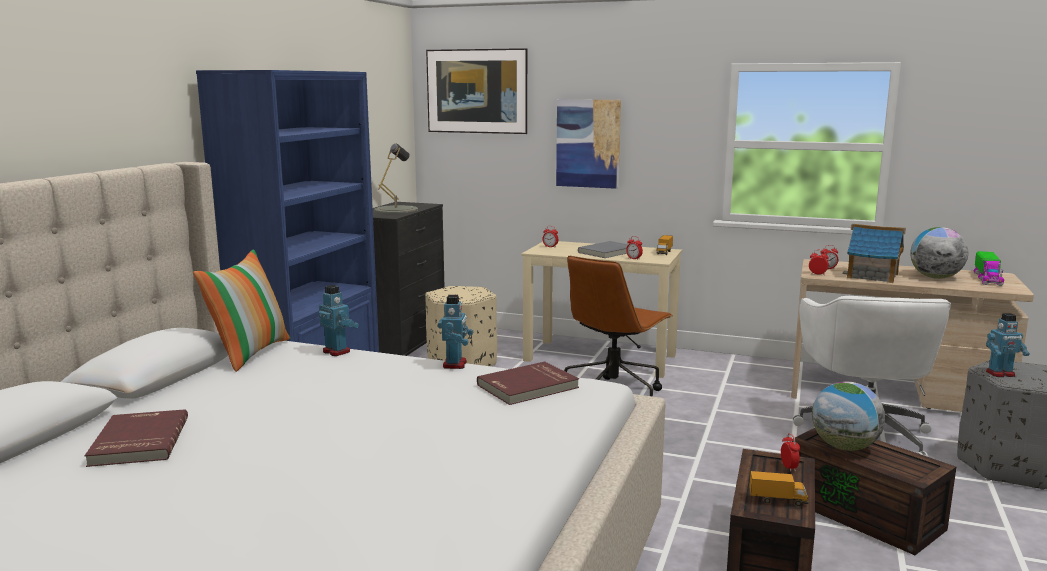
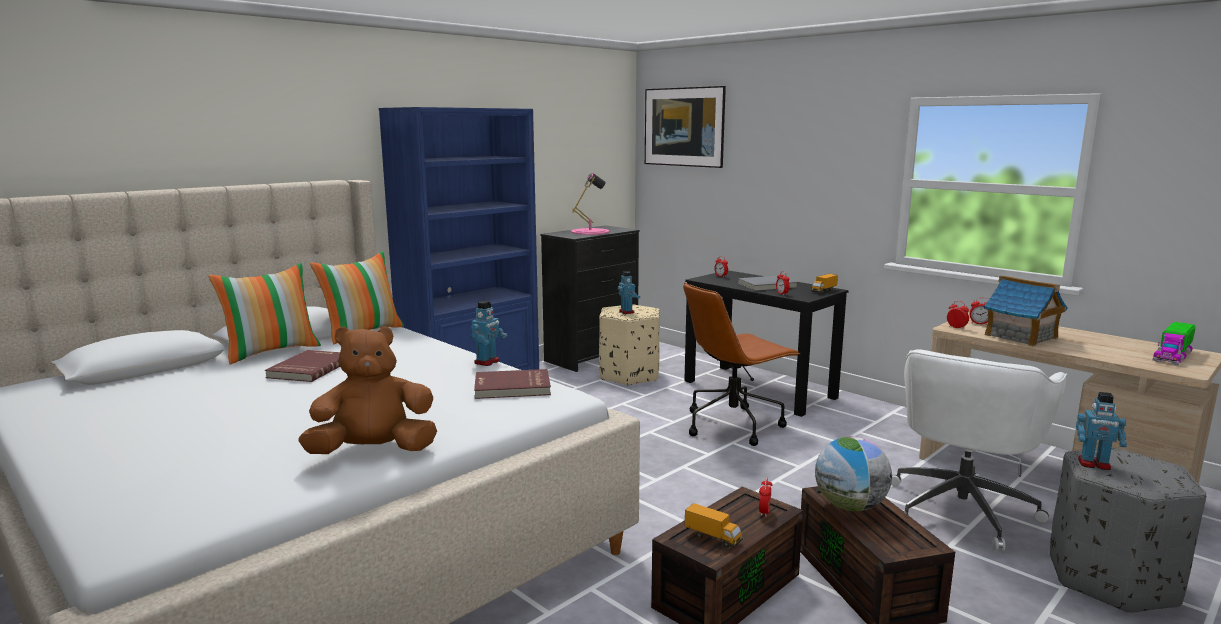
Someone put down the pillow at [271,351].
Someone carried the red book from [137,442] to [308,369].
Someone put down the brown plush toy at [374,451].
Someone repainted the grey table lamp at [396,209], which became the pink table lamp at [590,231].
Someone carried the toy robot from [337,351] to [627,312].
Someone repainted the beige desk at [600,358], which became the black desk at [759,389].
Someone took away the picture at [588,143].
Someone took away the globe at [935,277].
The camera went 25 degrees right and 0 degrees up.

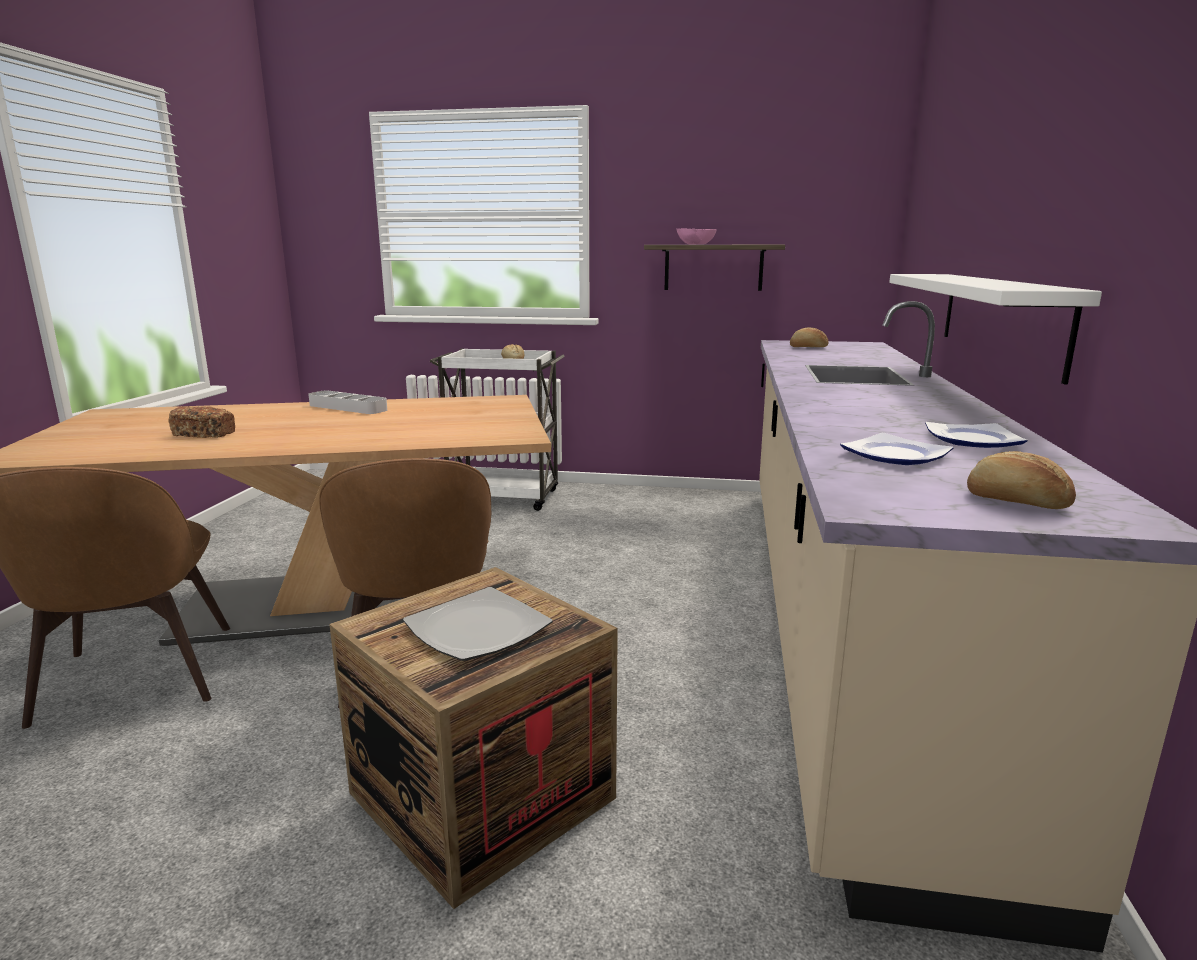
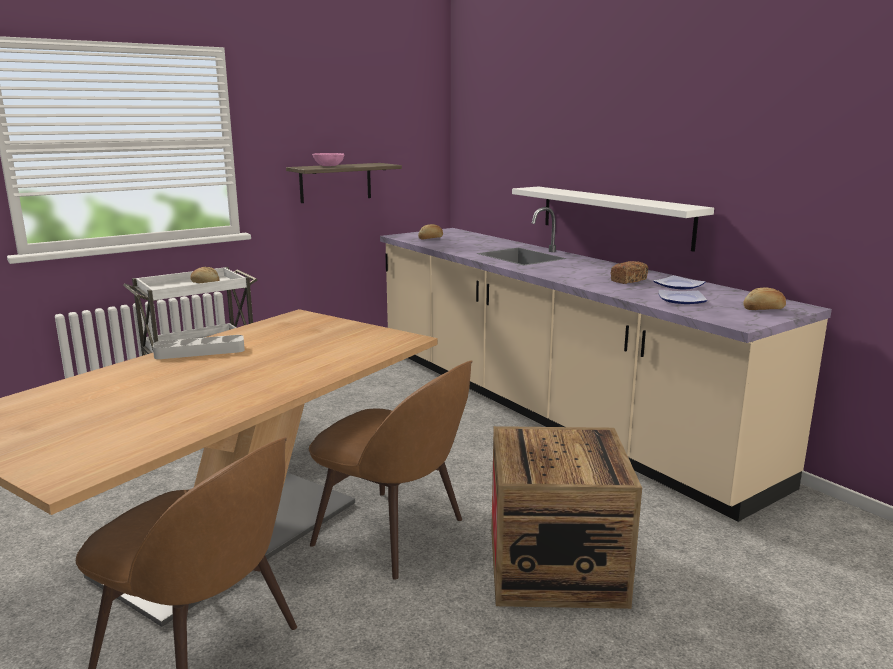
Someone carried the bread from [204,434] to [628,280].
Someone took away the plate at [479,629].
The camera went 45 degrees left and 0 degrees up.

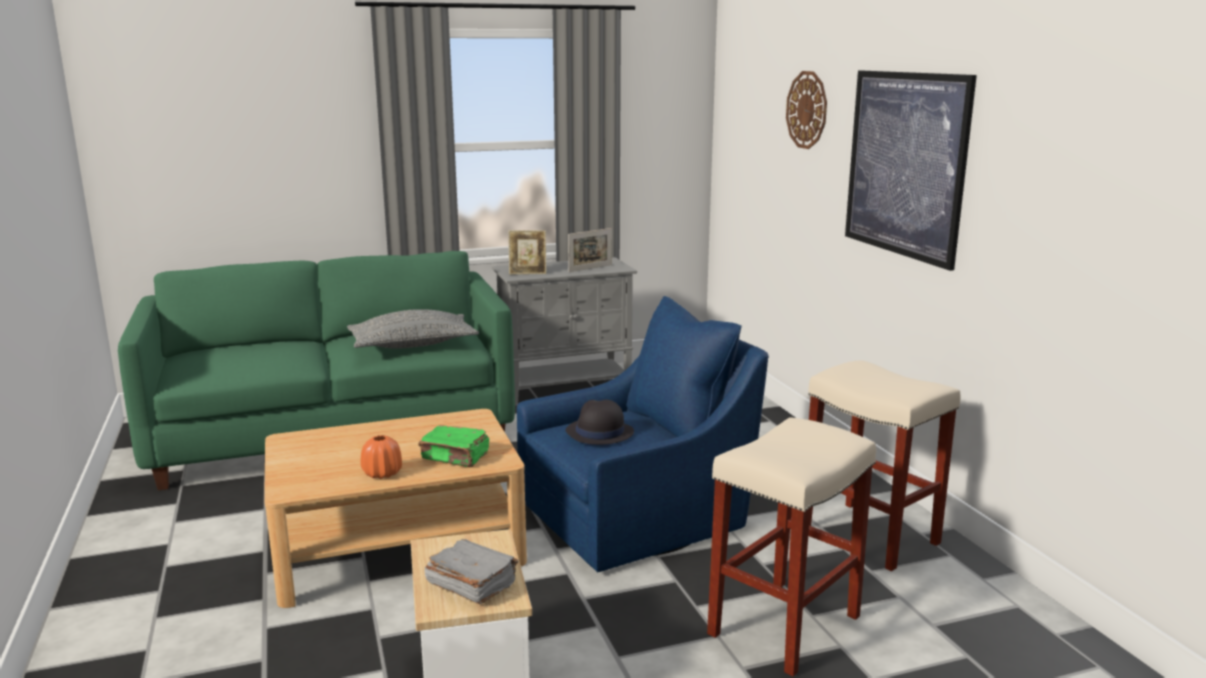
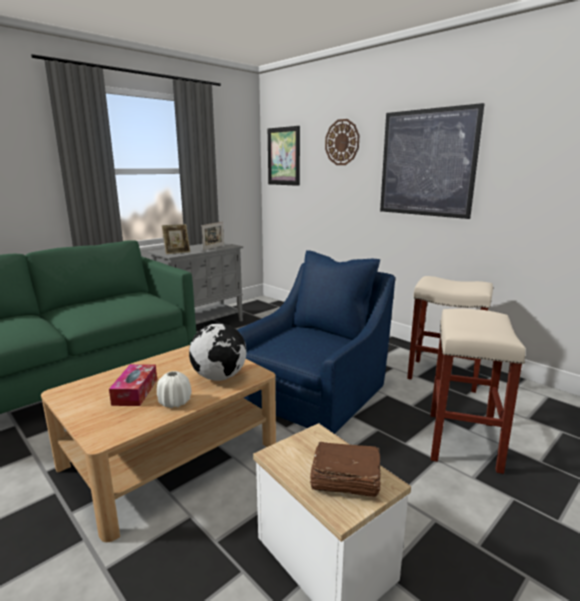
Someone put down the tissue box at [135,392].
Someone repainted the orange vase at [382,473], which became the white vase at [175,402].
Someone swapped the green book at [455,457] for the globe at [219,377].
Someone put up the picture at [283,156].
Someone repainted the grey book at [471,584], which became the brown book at [344,479].
Someone took away the grey pillow at [413,345].
Someone took away the black hat at [599,433].
The camera went 25 degrees left and 0 degrees up.

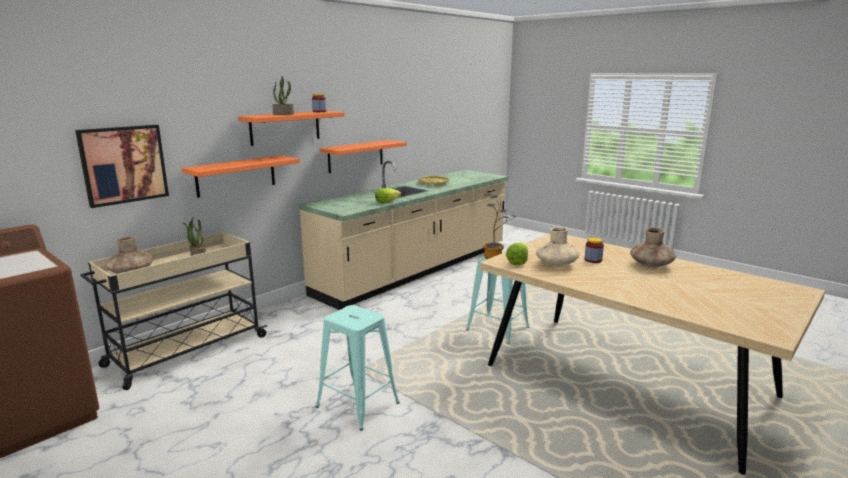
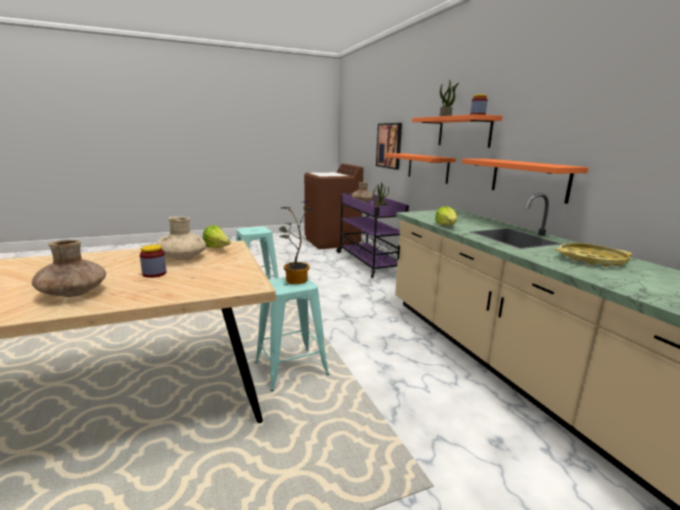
Someone repainted the beige cart at [185,351], which became the purple cart at [368,262].
The camera went 115 degrees right and 0 degrees up.

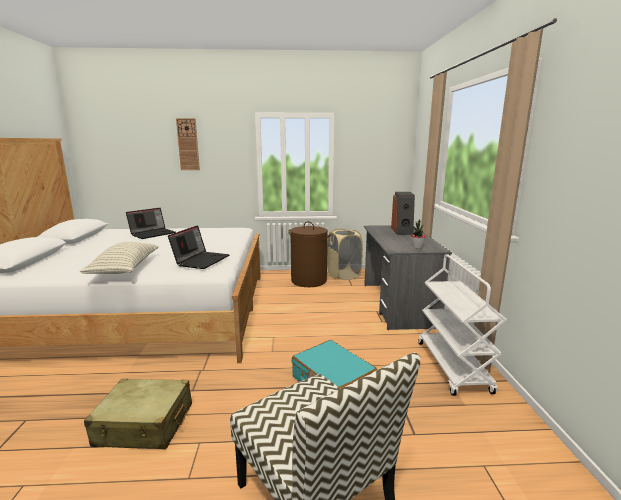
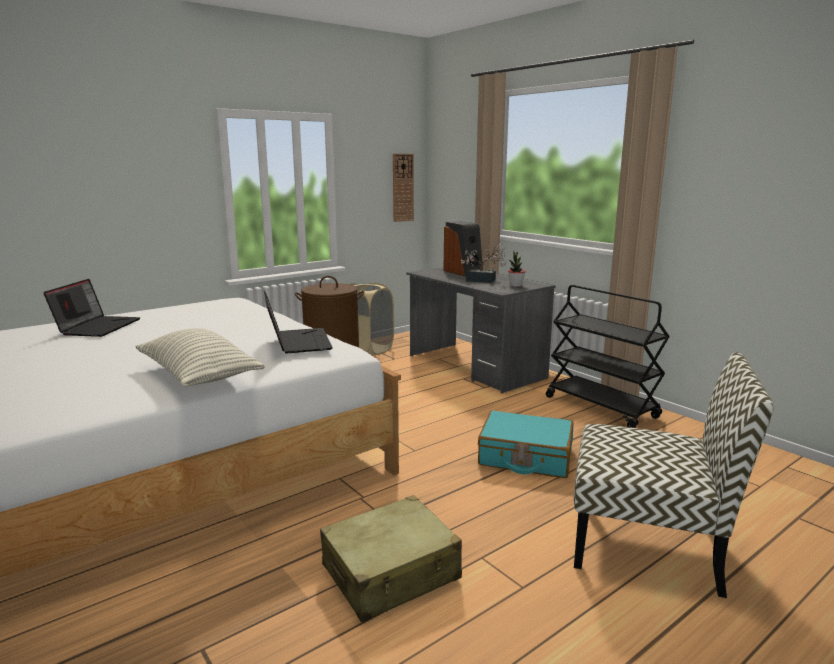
Someone carried the wall clock from [188,144] to [402,187].
Someone put down the potted plant at [484,280].
Someone repainted the white cart at [453,367], which became the black cart at [601,407].
The camera went 35 degrees left and 0 degrees up.

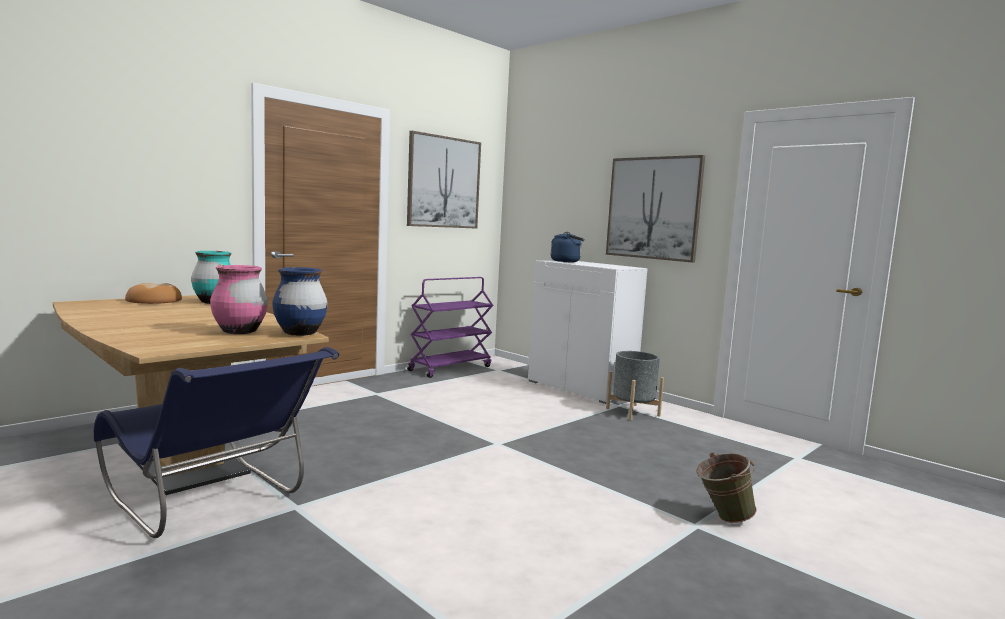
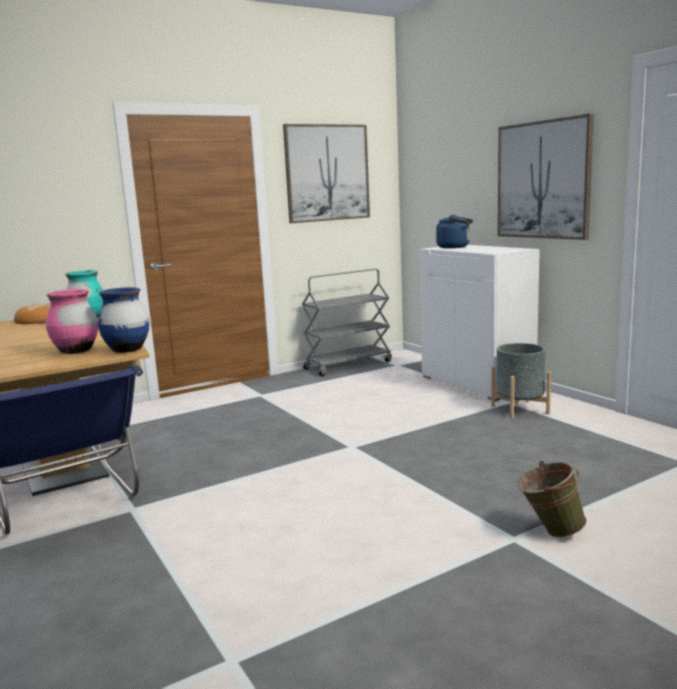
Someone repainted the purple cart at [450,368], which became the grey cart at [348,365].
The camera went 15 degrees right and 5 degrees up.

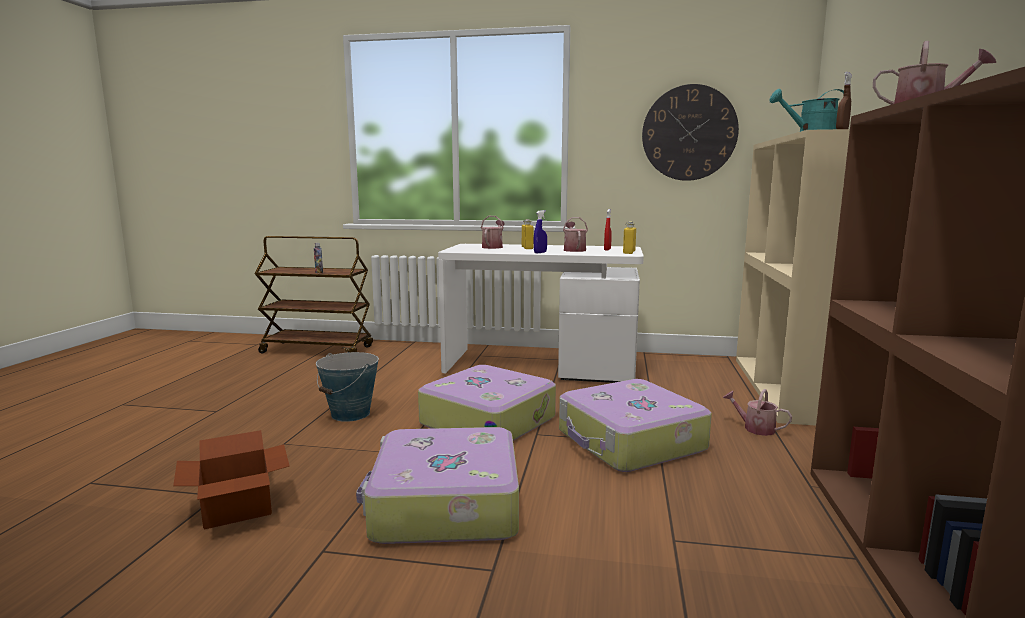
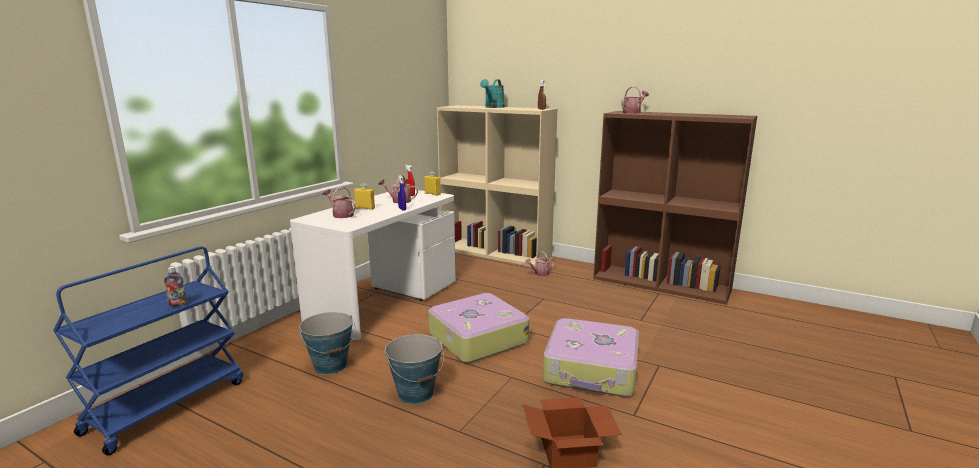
Someone repainted the brown cart at [318,350], which became the blue cart at [167,406].
Someone put down the bucket at [331,366].
Someone took away the suitcase at [630,441].
Someone took away the wall clock at [689,133].
The camera went 70 degrees left and 5 degrees up.

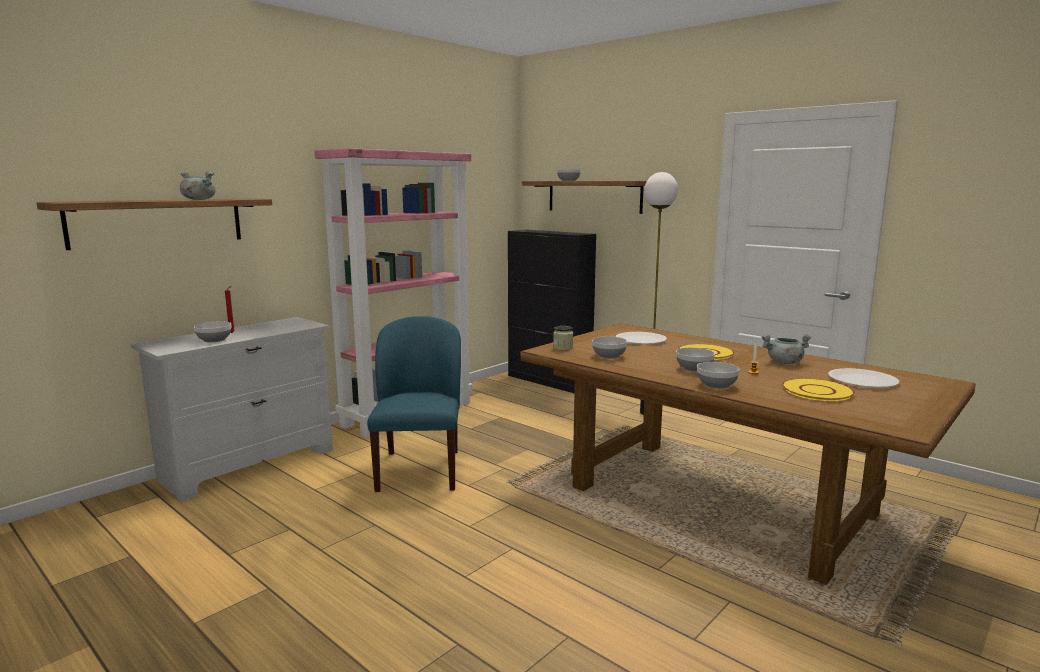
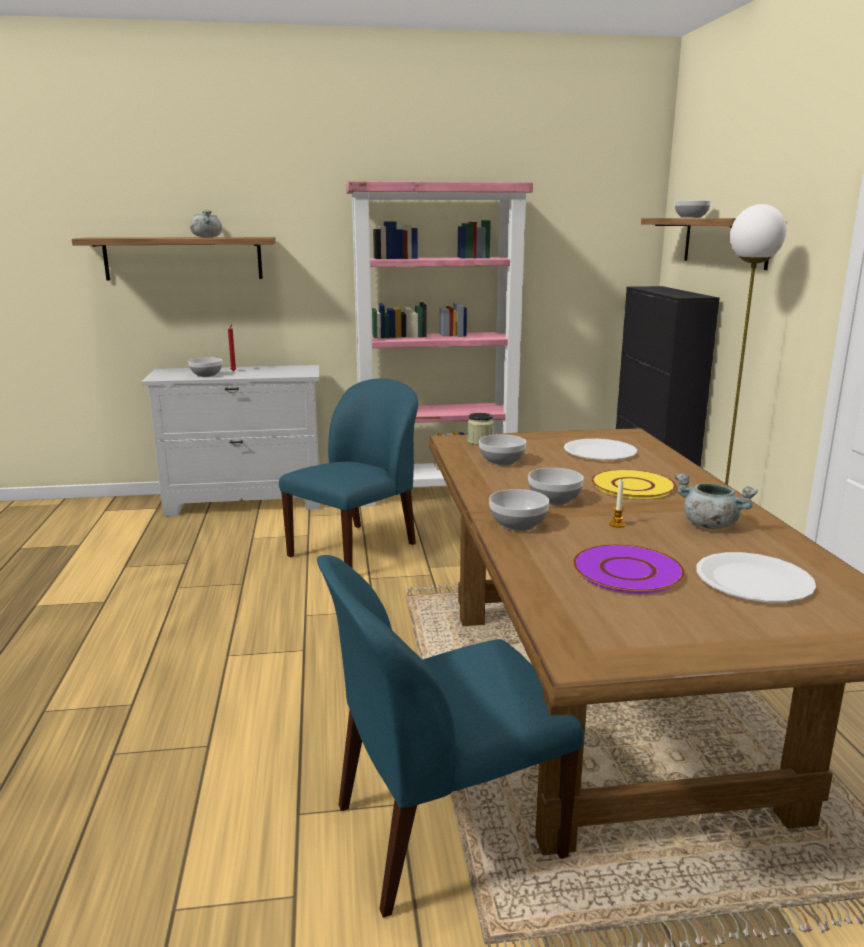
Someone put down the blue chair at [442,831].
Someone repainted the yellow plate at [817,391], which became the purple plate at [627,571].
The camera went 40 degrees right and 5 degrees up.

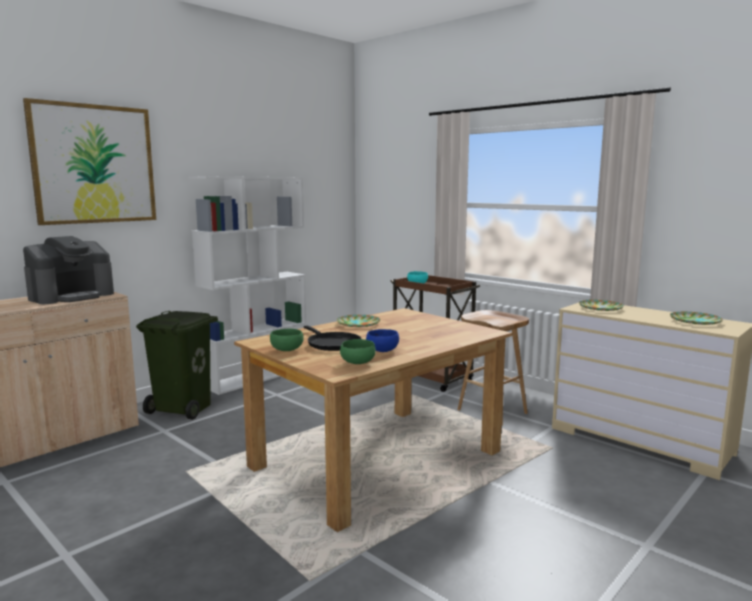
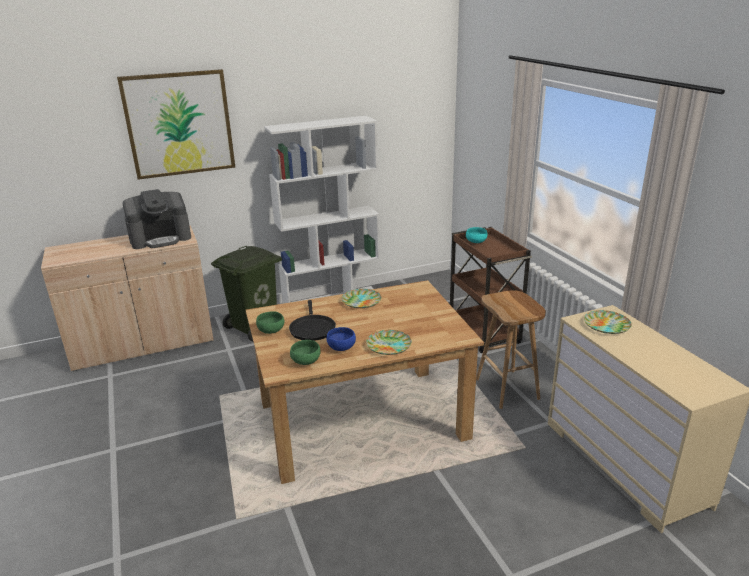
Someone carried the plate from [694,321] to [389,345].
The camera went 25 degrees right and 15 degrees up.

